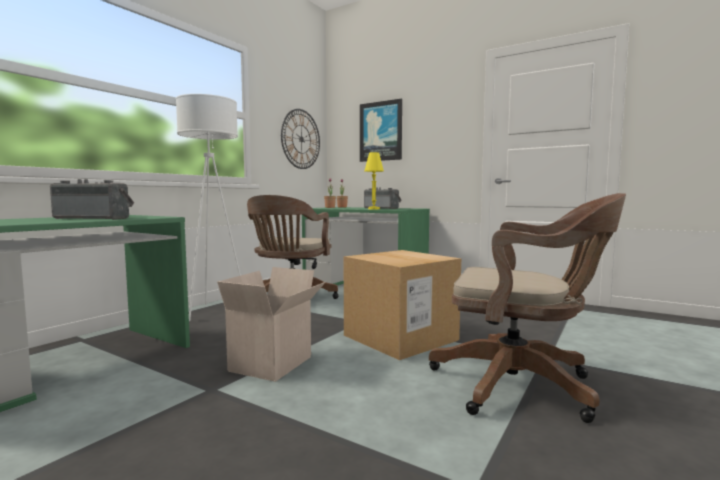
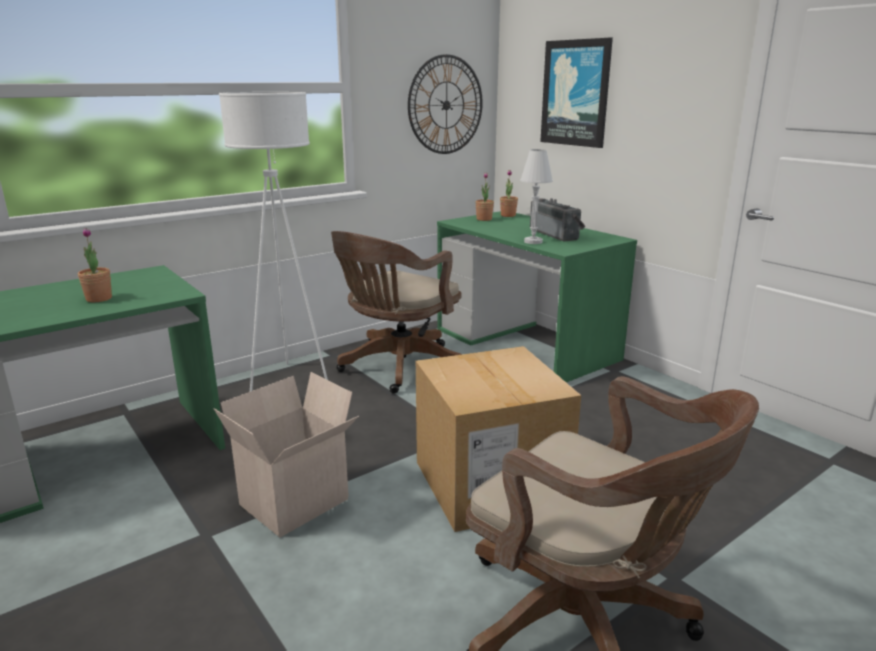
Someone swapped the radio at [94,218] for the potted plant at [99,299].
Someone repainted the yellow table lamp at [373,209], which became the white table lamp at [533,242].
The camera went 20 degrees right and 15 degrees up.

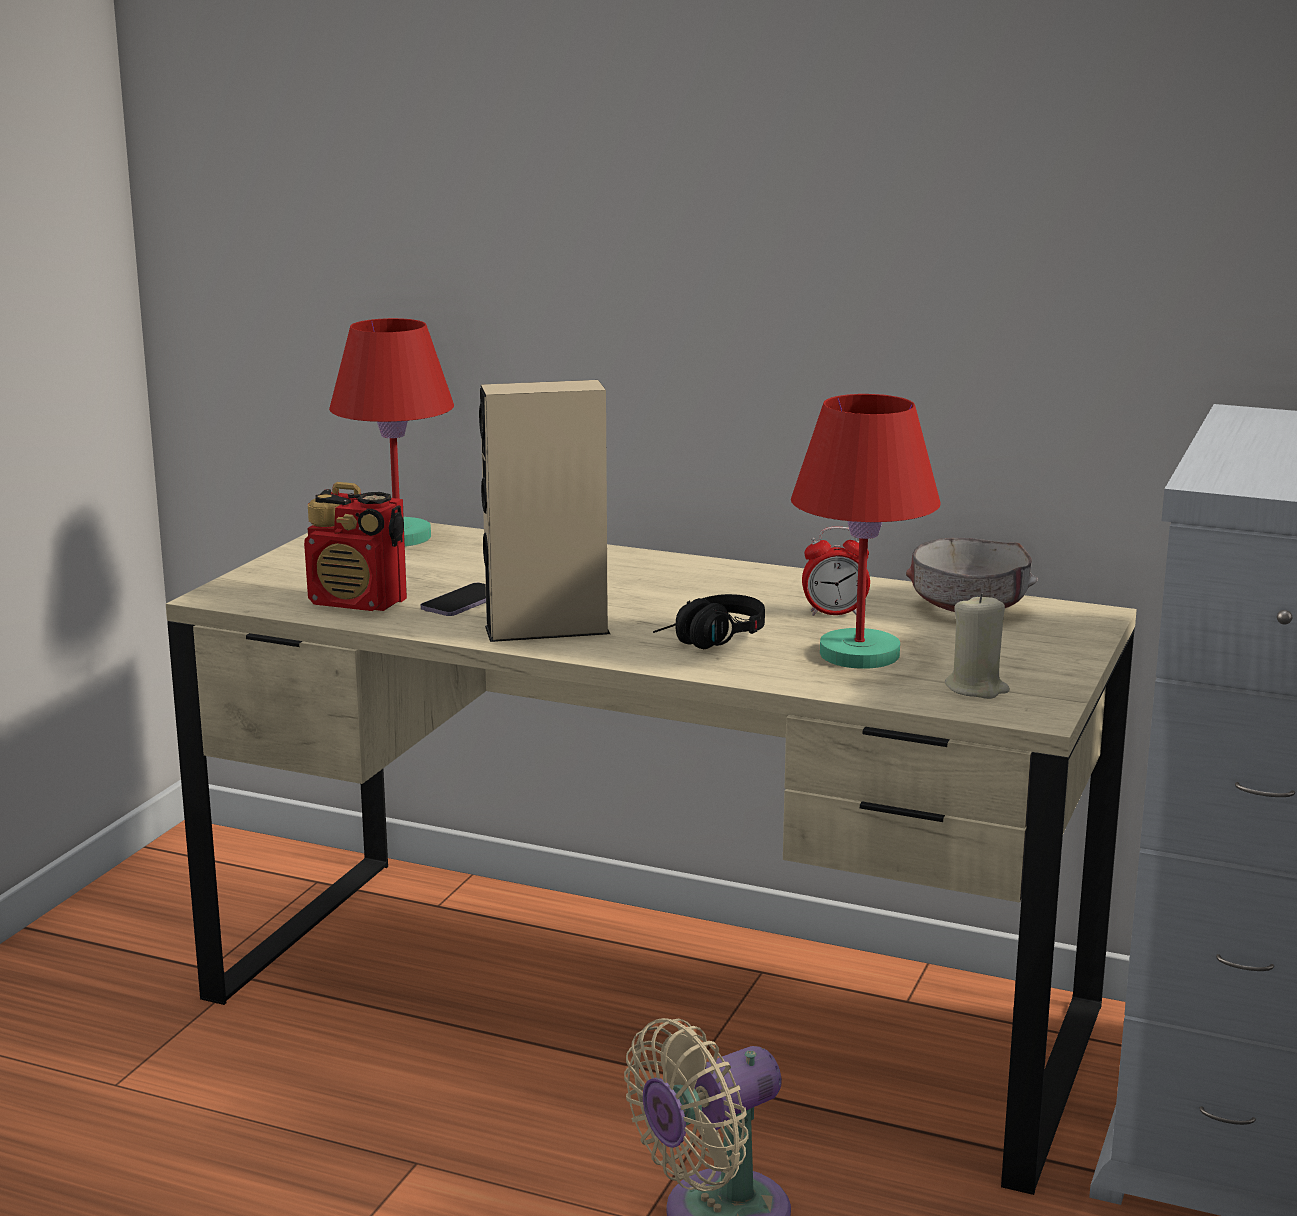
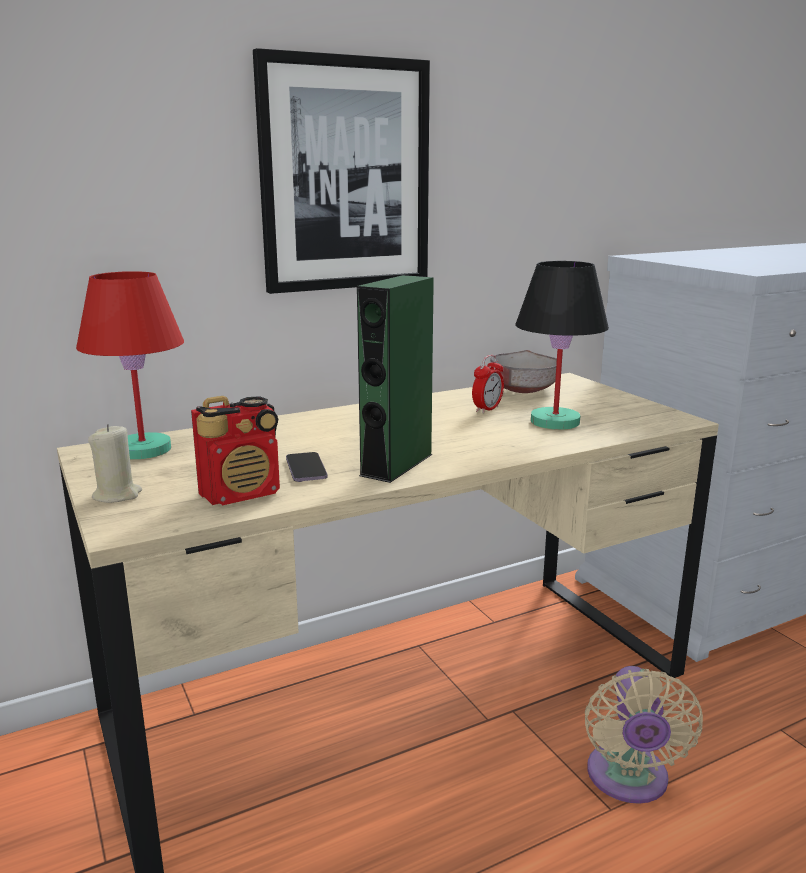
Someone carried the beige candle from [976,688] to [117,495].
Someone put up the picture at [345,176].
Someone repainted the beige speaker at [547,629], which became the green speaker at [396,464].
Someone repainted the red table lamp at [859,653], which became the black table lamp at [554,421].
Someone took away the black headphones at [710,641].
The camera went 50 degrees left and 0 degrees up.

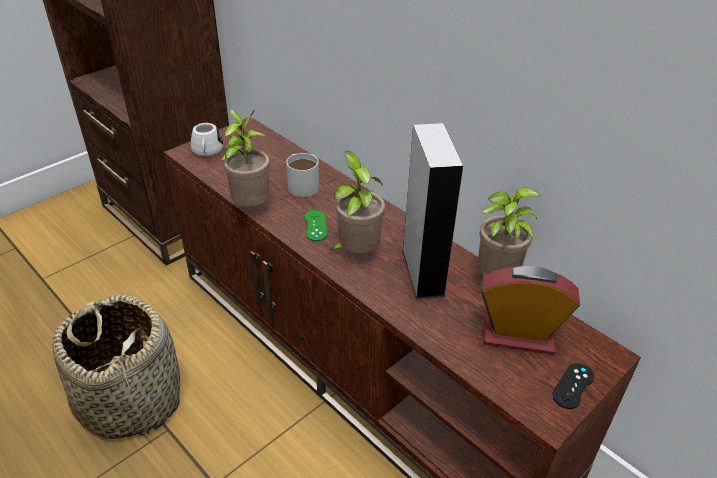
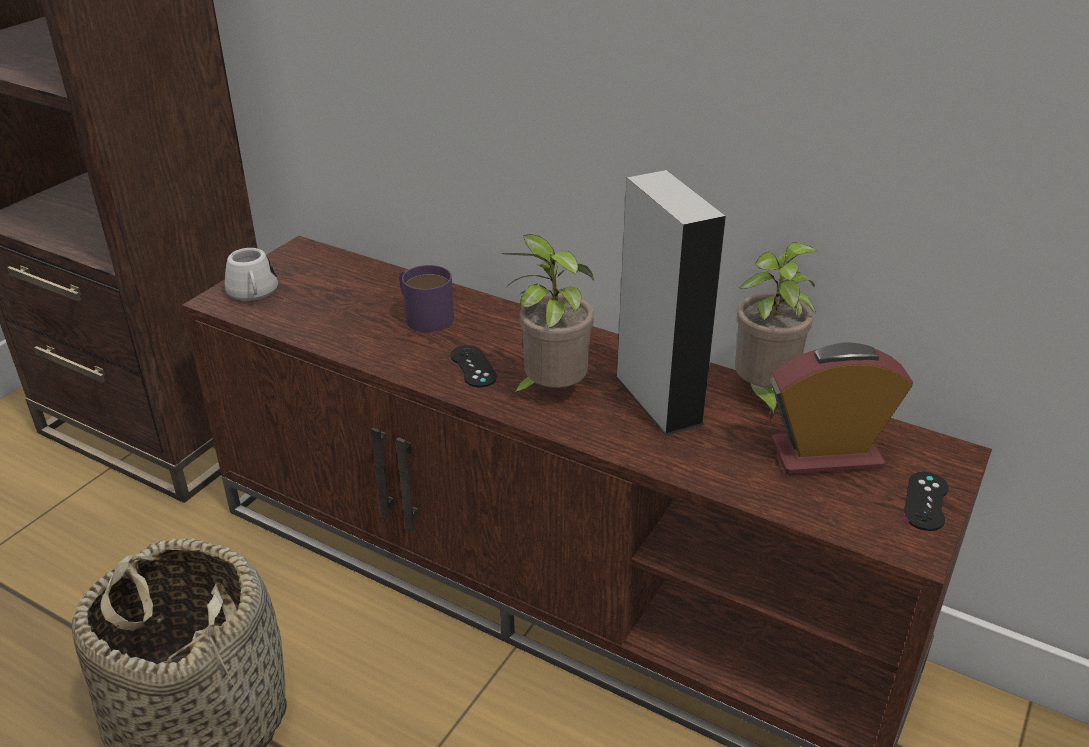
Someone repainted the white mug at [301,184], which became the purple mug at [423,315].
Someone repainted the green game controller at [315,225], which became the black game controller at [473,366].
Someone took away the potted plant at [251,207].
The camera went 15 degrees left and 5 degrees down.

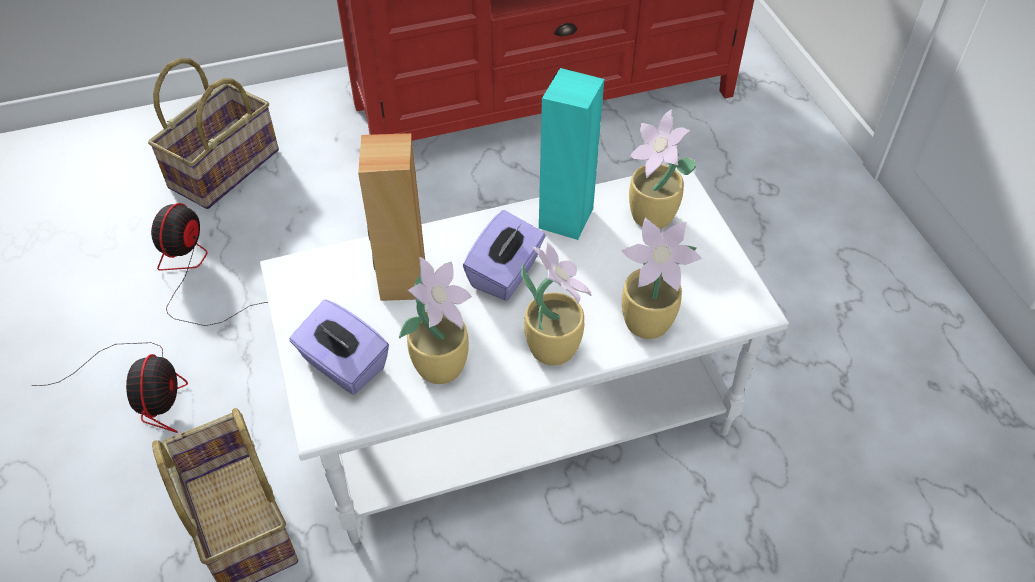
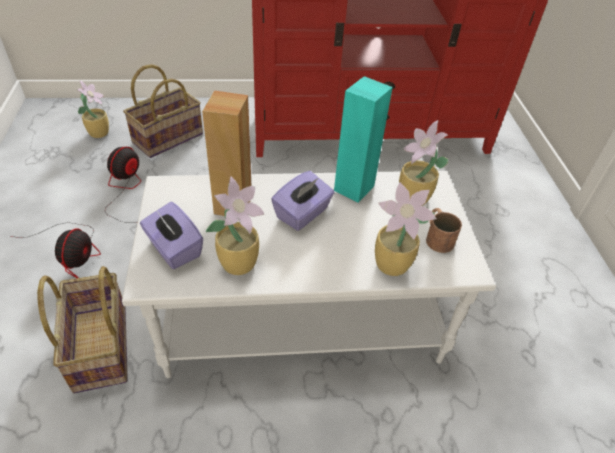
Someone carried the potted plant from [553,346] to [99,132].
Someone put down the brown mug at [437,236].
The camera went 10 degrees right and 5 degrees down.

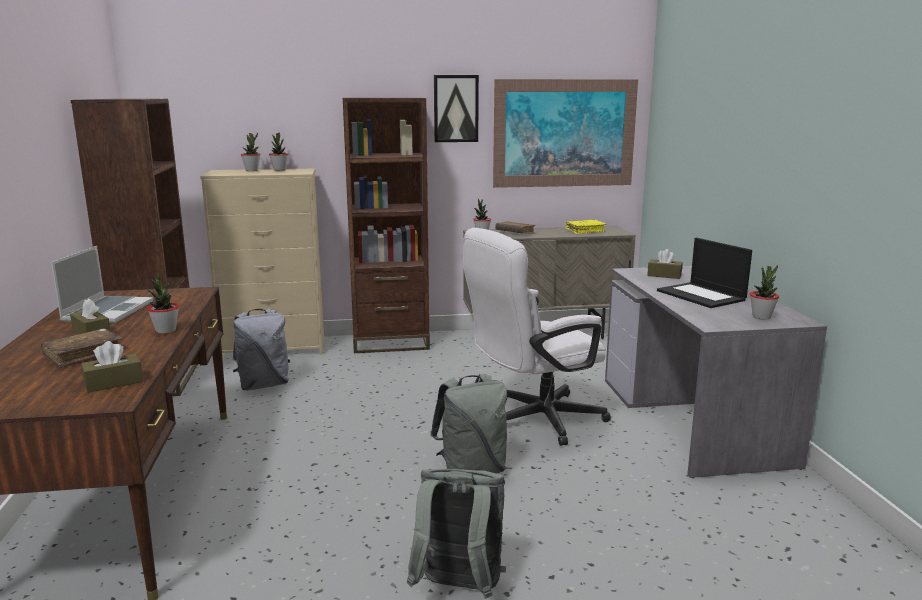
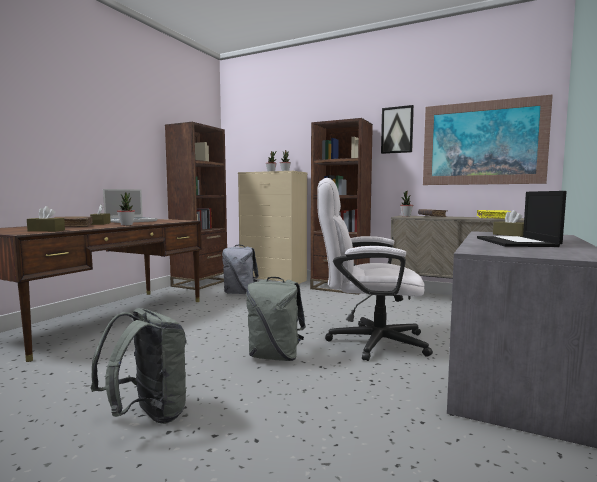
Someone took away the potted plant at [761,317].
The camera went 35 degrees right and 10 degrees down.

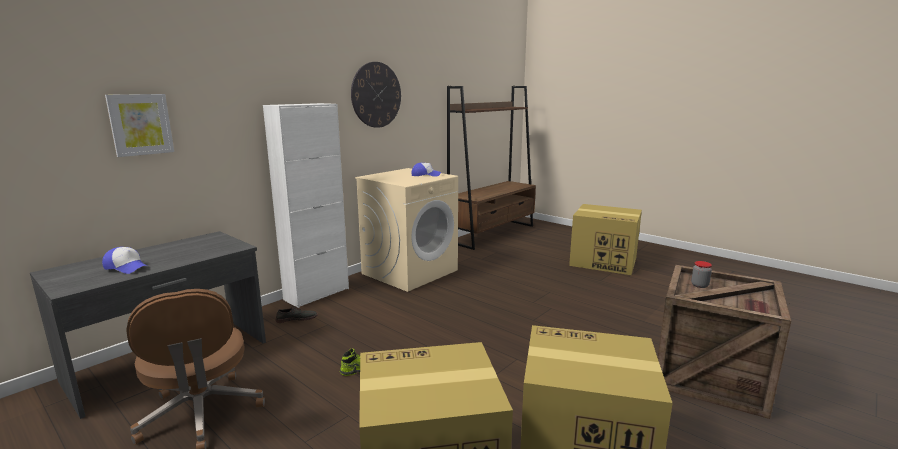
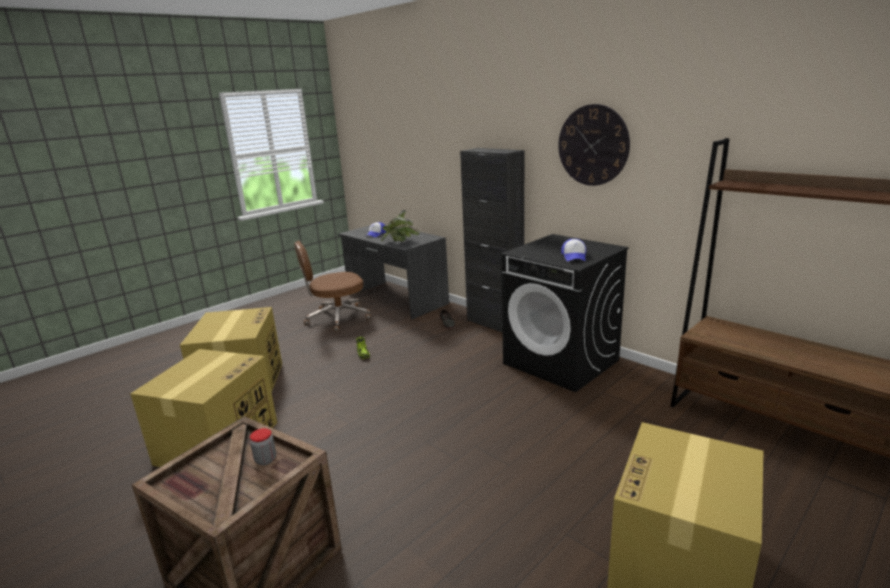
Someone put down the potted plant at [400,242].
Someone repainted the white cabinet at [317,294], which became the black cabinet at [495,324].
Someone repainted the beige washing machine at [410,271], which became the black washing machine at [561,362].
Someone took away the picture at [140,124].
The camera went 95 degrees right and 5 degrees up.

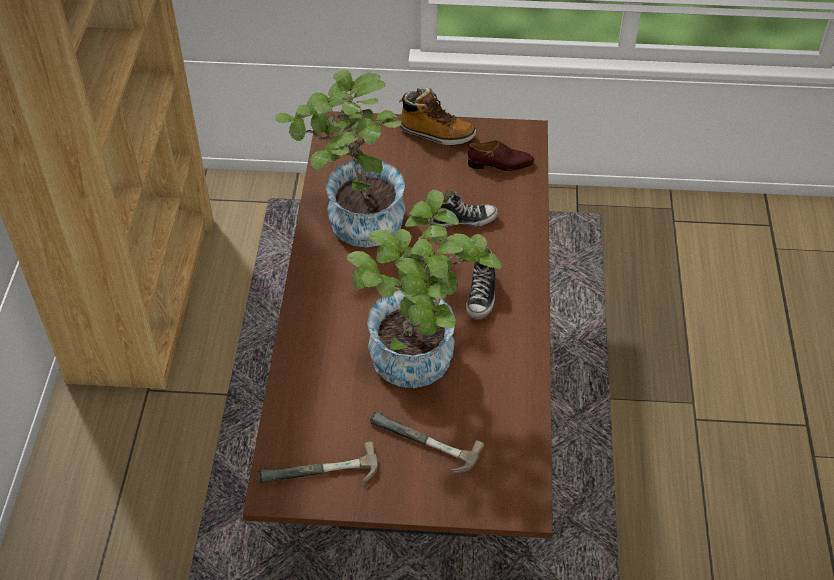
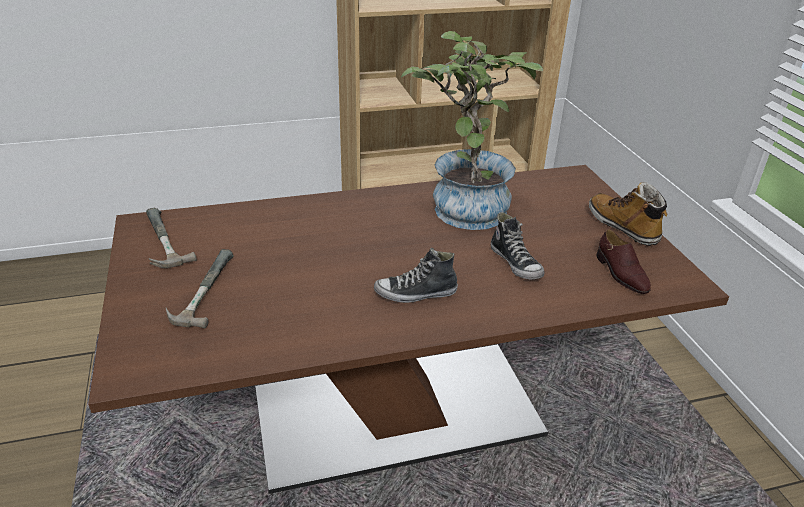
Someone rotated the boot at [436,134] by 150 degrees clockwise.
Someone took away the potted plant at [419,364].
The camera went 70 degrees right and 15 degrees down.

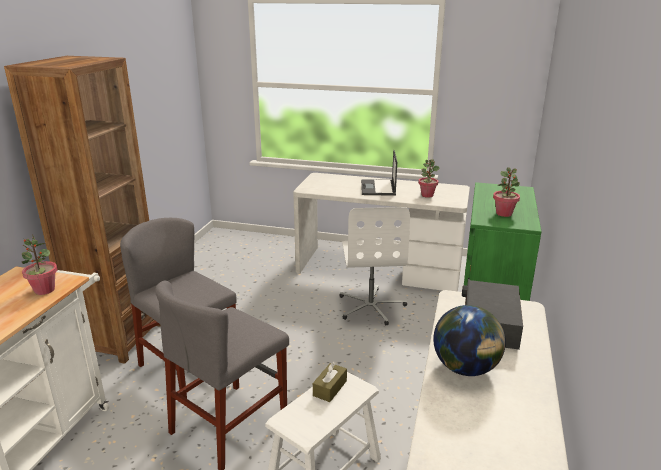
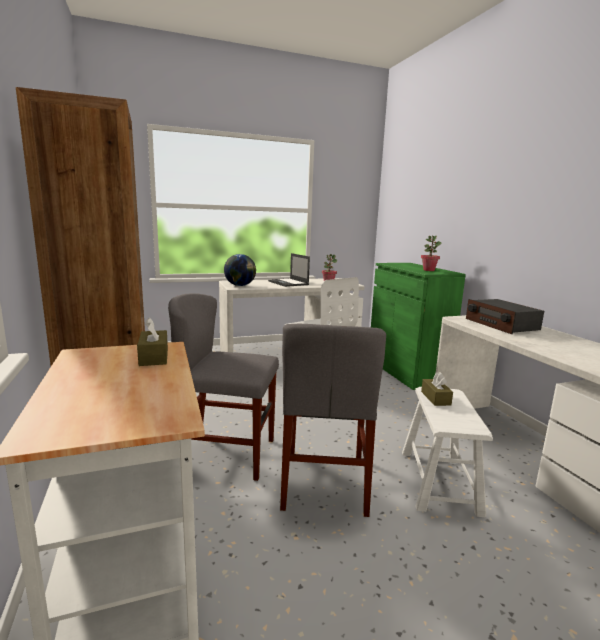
Someone swapped the potted plant at [44,290] for the brown tissue box at [154,357].
Someone carried the globe from [466,368] to [240,285].
The camera went 35 degrees left and 10 degrees down.

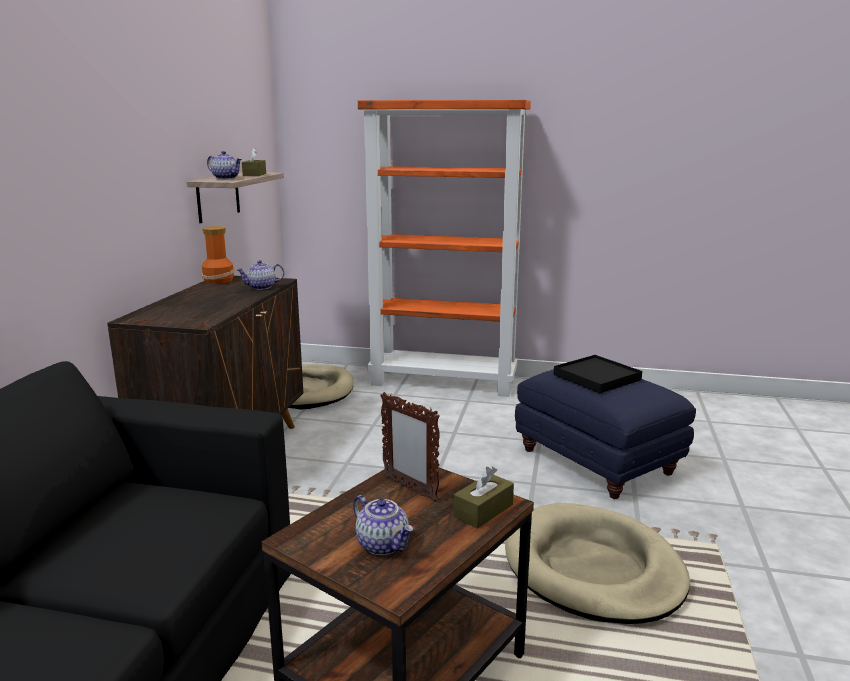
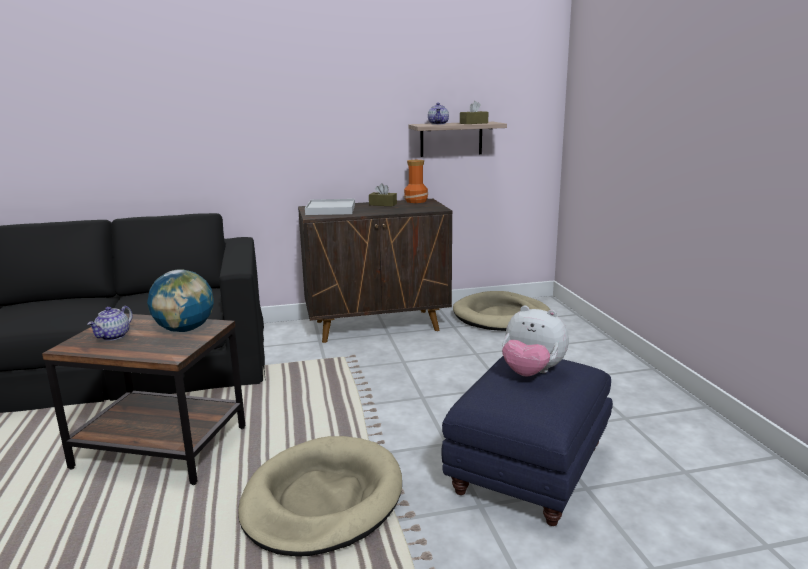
Someone swapped the picture frame at [410,489] for the globe at [185,329].
Someone put down the white tray at [330,210].
Someone carried the brown tissue box from [483,511] to [383,204].
Someone swapped the black tray at [597,377] for the plush toy at [531,373].
Someone took away the teapot at [261,287].
Someone took away the orange bookcase at [444,382].
The camera went 65 degrees right and 0 degrees up.

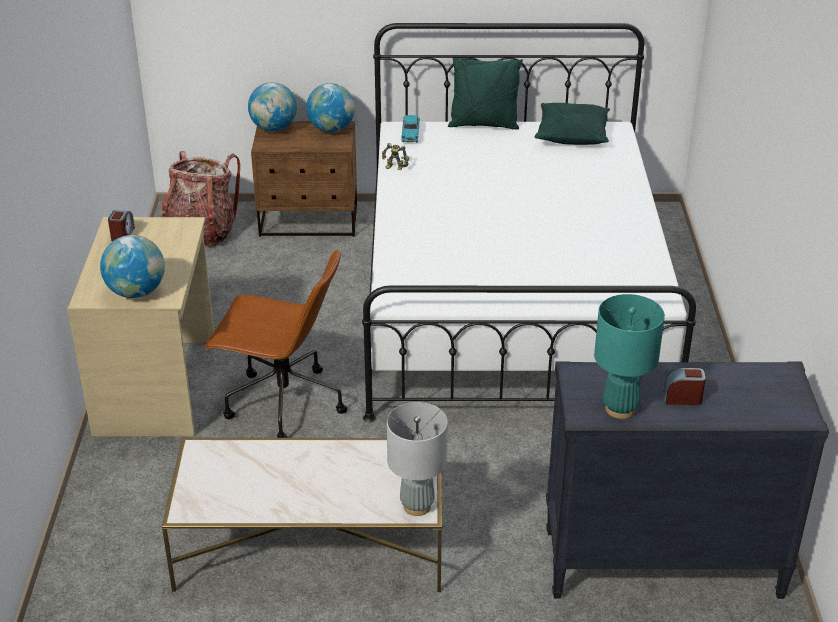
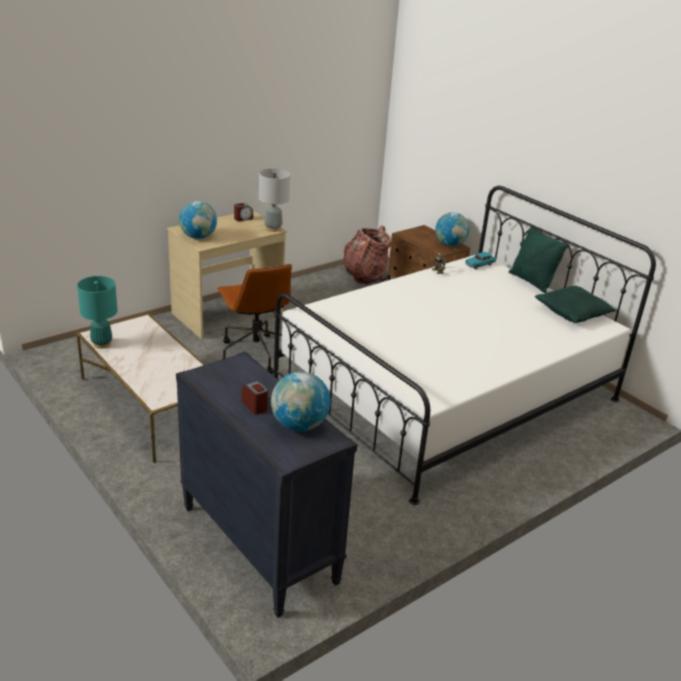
Someone carried the turquoise table lamp from [620,409] to [101,344].
Someone carried the grey table lamp from [417,506] to [273,229].
Someone carried the globe from [274,128] to [299,425].
The camera went 50 degrees right and 5 degrees down.

